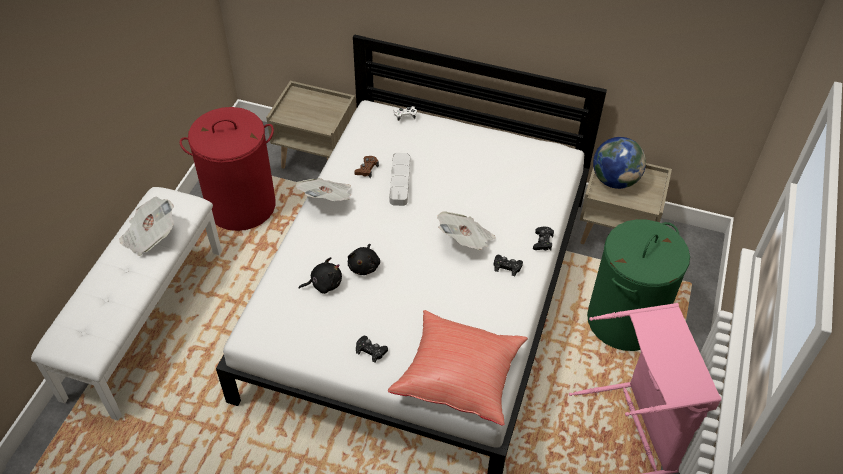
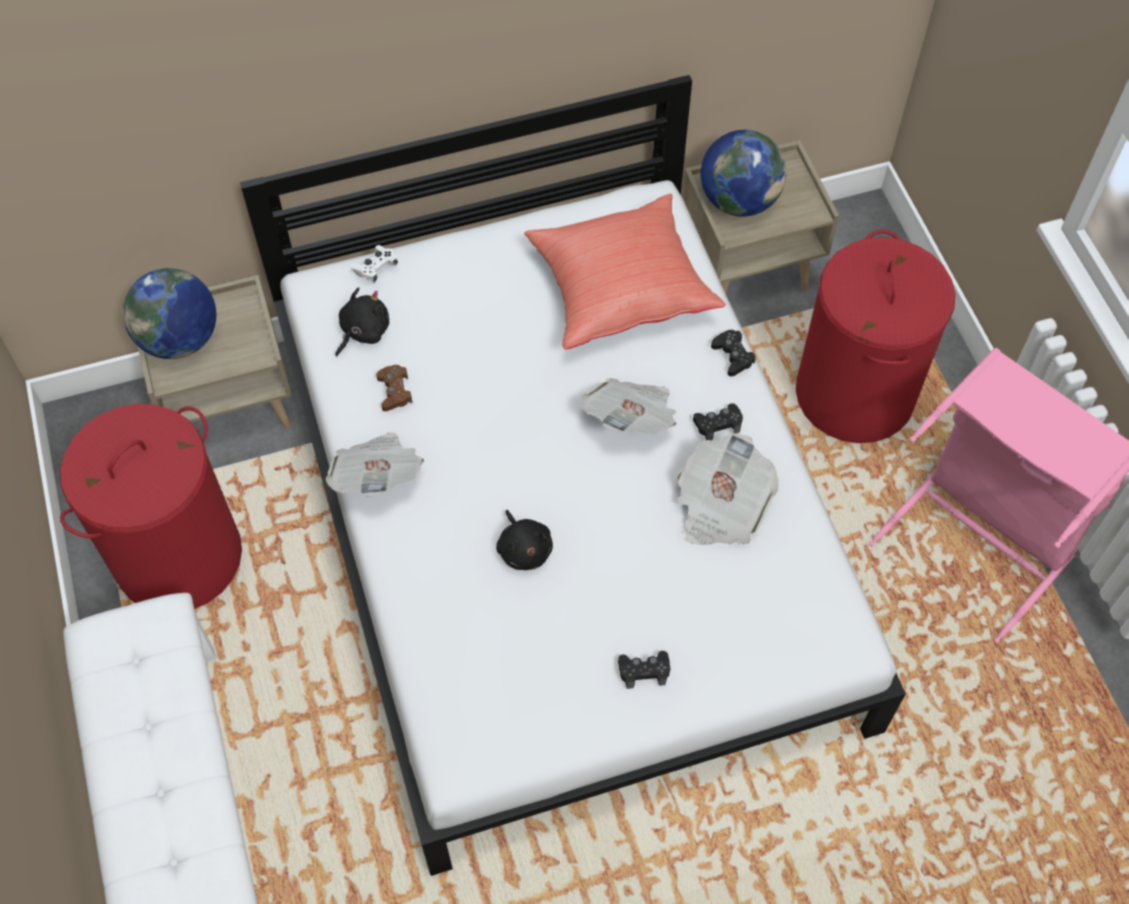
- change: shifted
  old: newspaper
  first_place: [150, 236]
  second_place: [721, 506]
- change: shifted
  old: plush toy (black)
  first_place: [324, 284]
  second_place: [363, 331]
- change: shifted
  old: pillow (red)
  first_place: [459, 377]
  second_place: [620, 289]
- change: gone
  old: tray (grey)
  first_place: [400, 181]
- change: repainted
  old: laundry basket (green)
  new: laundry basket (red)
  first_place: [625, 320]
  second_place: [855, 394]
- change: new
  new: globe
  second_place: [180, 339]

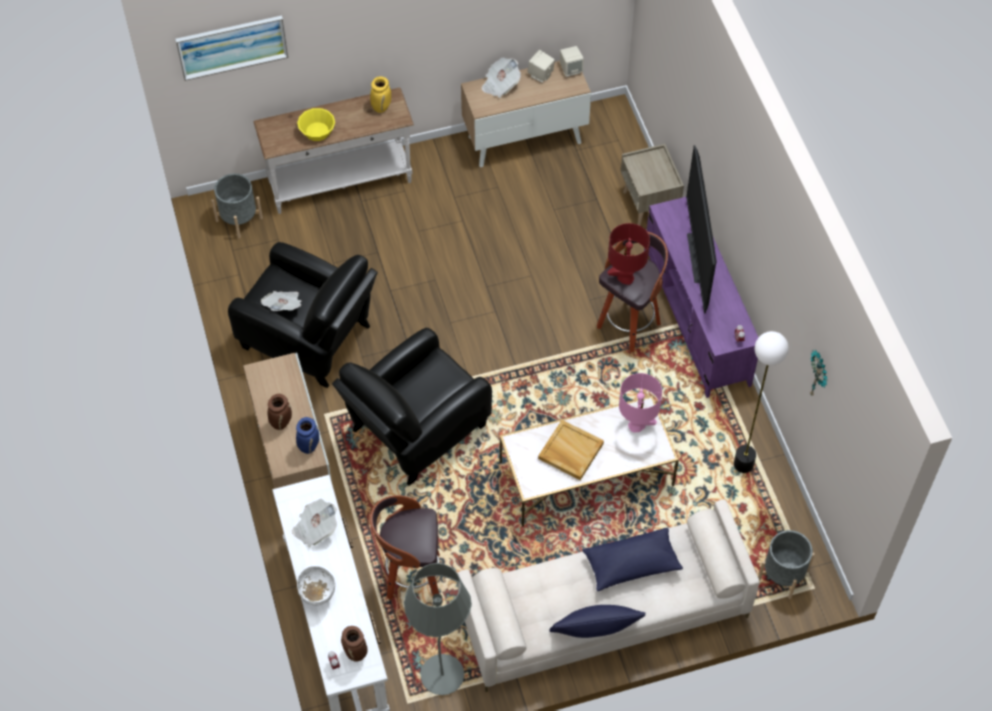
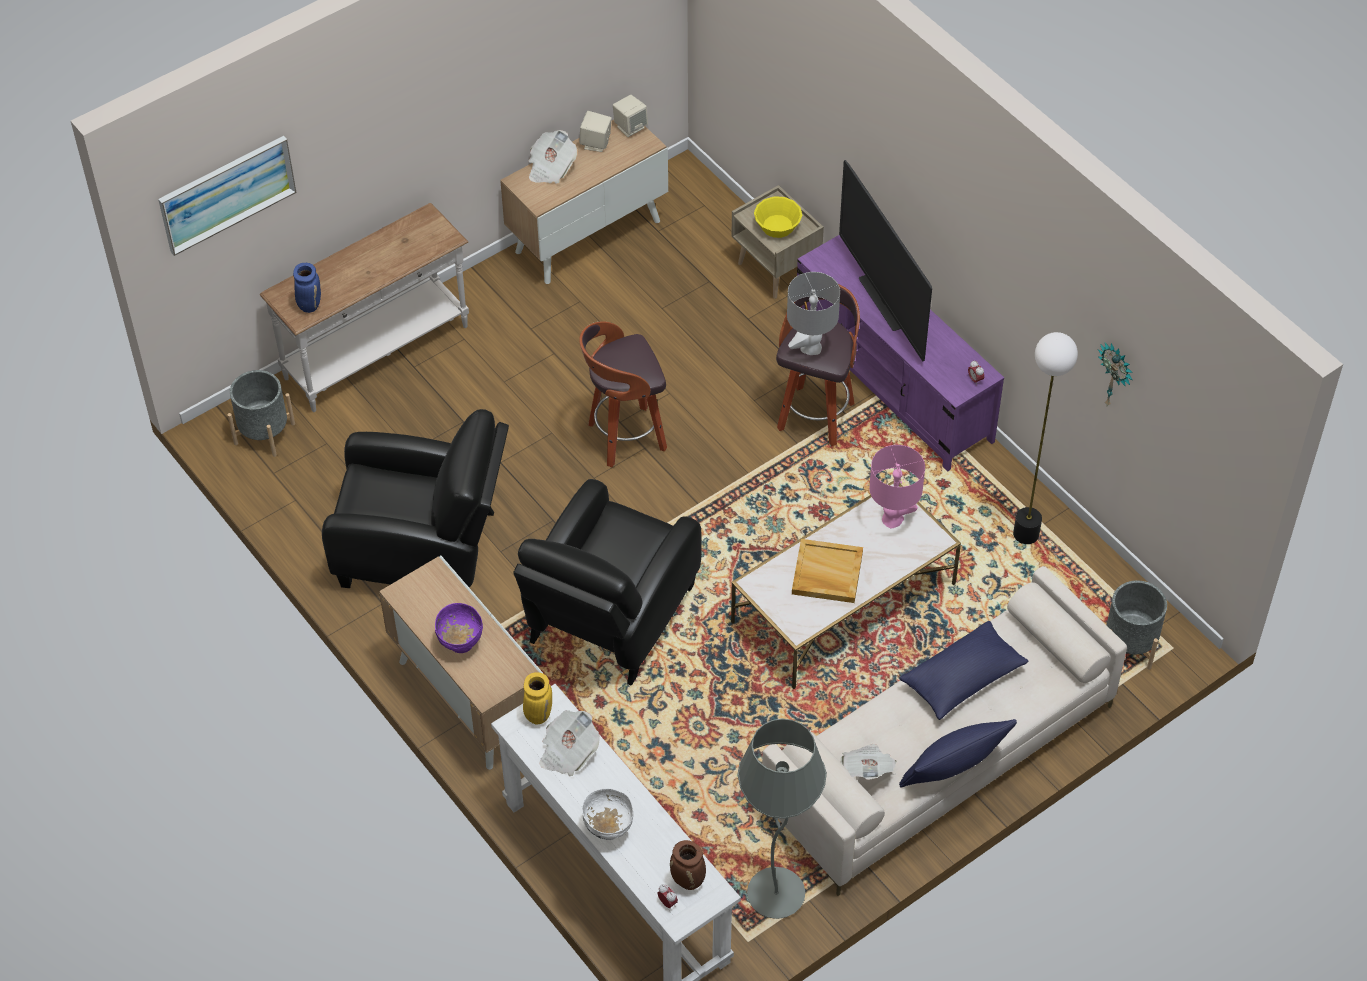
- change: shifted
  old: newspaper
  first_place: [284, 306]
  second_place: [866, 770]
- change: swapped
  old: vase (brown)
  new: bowl (purple)
  first_place: [281, 422]
  second_place: [460, 643]
- change: shifted
  old: vase (blue)
  first_place: [309, 445]
  second_place: [309, 304]
- change: shifted
  old: bowl (yellow)
  first_place: [317, 131]
  second_place: [777, 226]
- change: shifted
  old: vase (yellow)
  first_place: [381, 107]
  second_place: [538, 714]
- change: shifted
  old: stool
  first_place: [411, 576]
  second_place: [625, 438]
- change: repainted
  old: table lamp (red)
  new: table lamp (grey)
  first_place: [625, 278]
  second_place: [811, 348]

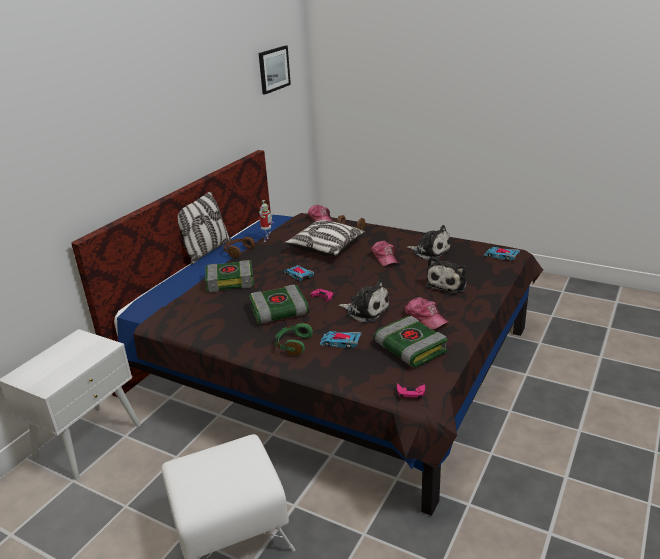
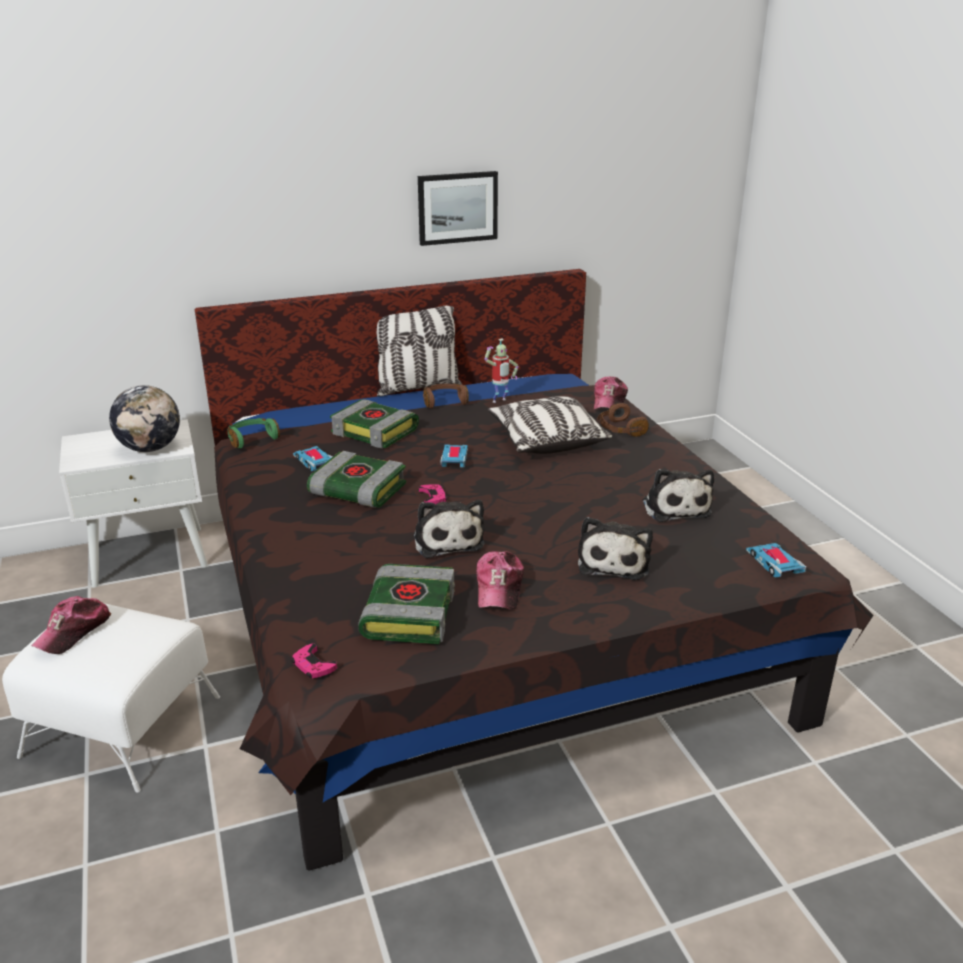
- change: shifted
  old: picture
  first_place: [273, 69]
  second_place: [457, 207]
- change: shifted
  old: headphones (green)
  first_place: [293, 344]
  second_place: [252, 439]
- change: shifted
  old: toy car
  first_place: [340, 342]
  second_place: [314, 462]
- change: shifted
  old: cap
  first_place: [386, 258]
  second_place: [73, 631]
- change: rotated
  old: plush toy
  first_place: [448, 284]
  second_place: [614, 561]
  degrees: -60
- change: new
  new: globe
  second_place: [150, 448]

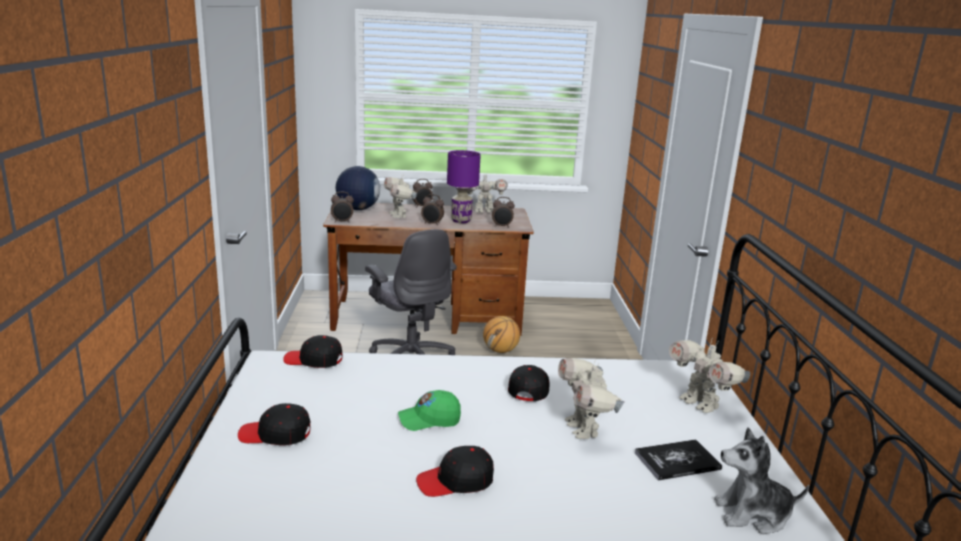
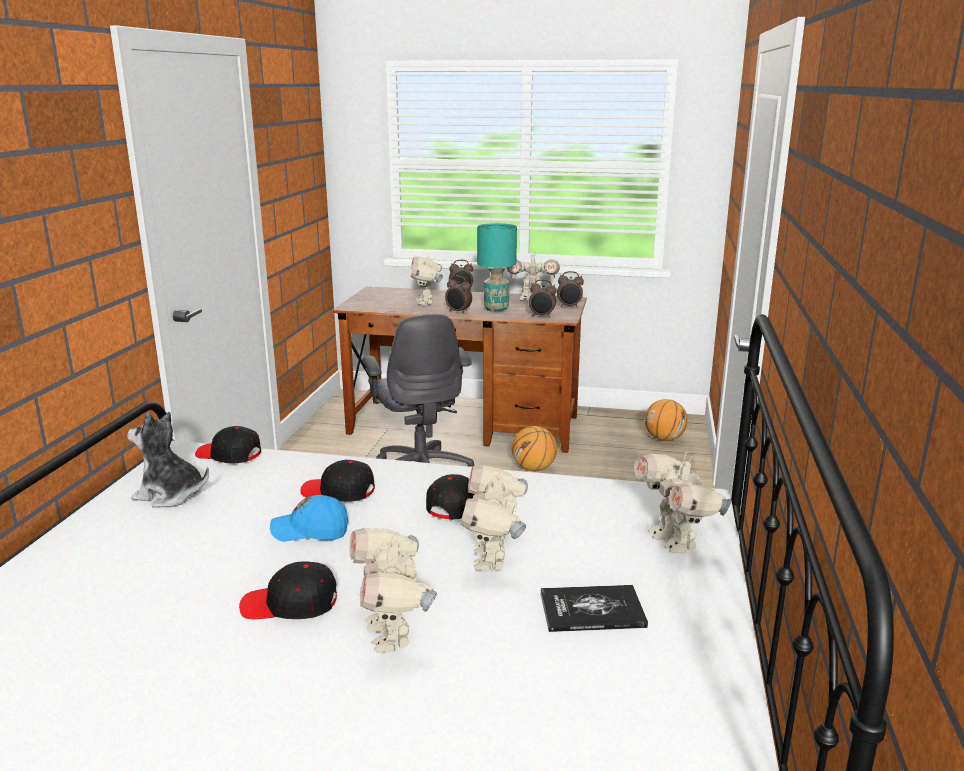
- change: shifted
  old: cap (black)
  first_place: [275, 434]
  second_place: [338, 492]
- change: shifted
  old: alarm clock
  first_place: [342, 222]
  second_place: [569, 306]
- change: gone
  old: globe
  first_place: [358, 209]
- change: repainted
  old: cap (green)
  new: cap (blue)
  first_place: [429, 420]
  second_place: [310, 531]
- change: repainted
  old: table lamp (purple)
  new: table lamp (turquoise)
  first_place: [461, 221]
  second_place: [497, 309]
- change: shifted
  old: plush toy
  first_place: [753, 515]
  second_place: [170, 495]
- change: new
  new: toy robot
  second_place: [392, 634]
- change: new
  new: basketball
  second_place: [664, 439]

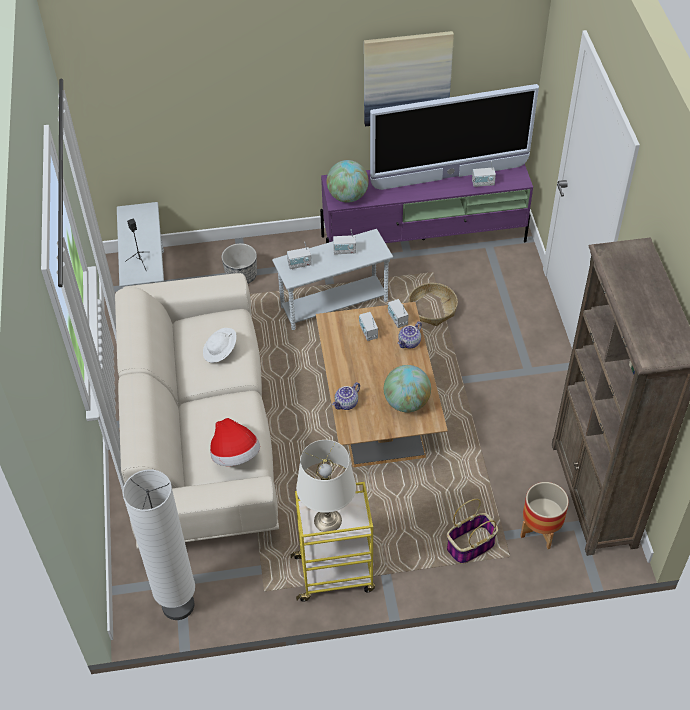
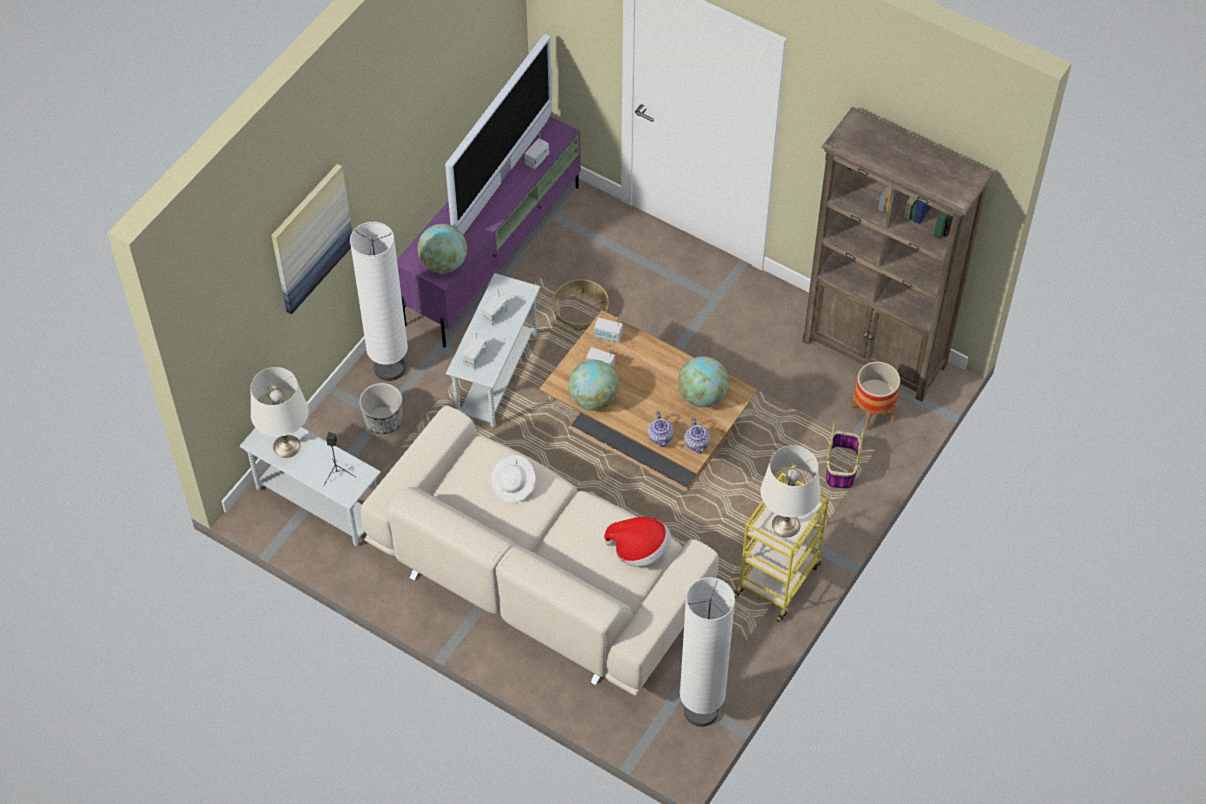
- change: shifted
  old: picture
  first_place: [407, 78]
  second_place: [310, 238]
- change: shifted
  old: teapot
  first_place: [409, 343]
  second_place: [697, 443]
- change: new
  new: table lamp (white)
  second_place: [287, 446]
- change: new
  new: floor lamp (white)
  second_place: [389, 368]
- change: new
  new: globe
  second_place: [593, 399]

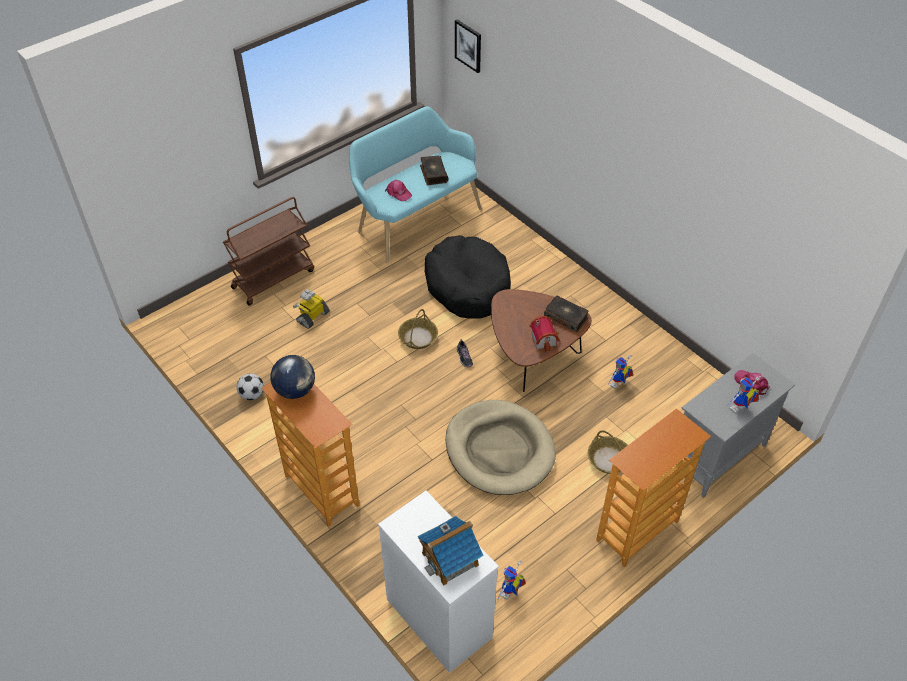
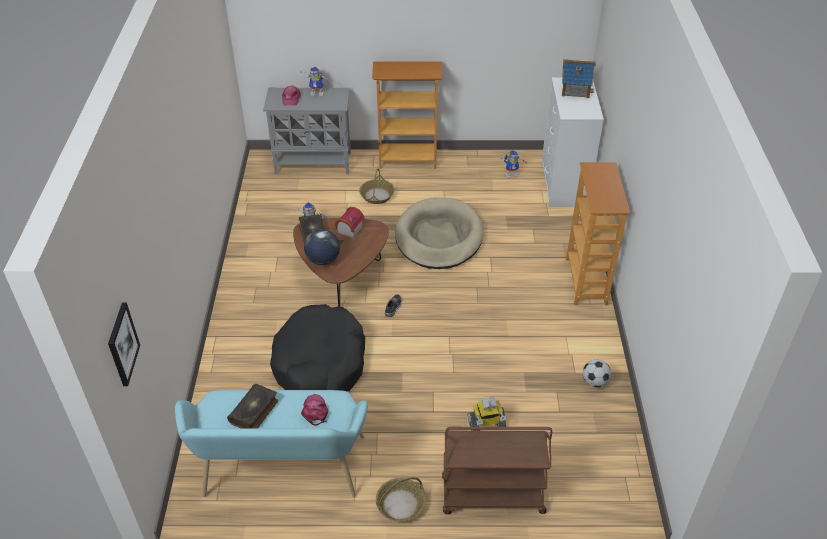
- change: shifted
  old: globe
  first_place: [295, 390]
  second_place: [323, 260]
- change: shifted
  old: basket
  first_place: [418, 337]
  second_place: [400, 505]

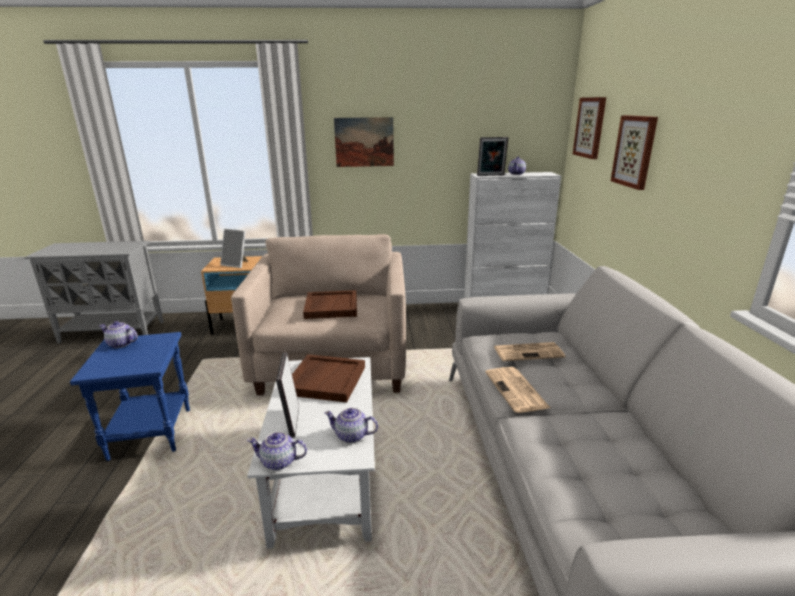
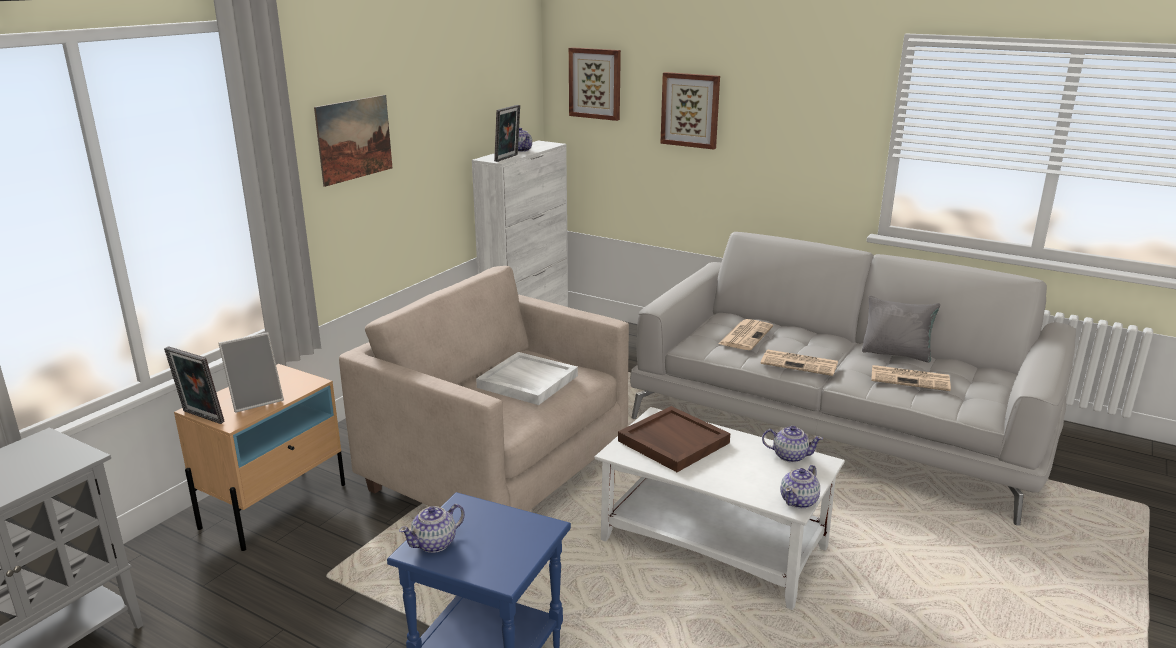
- change: shifted
  old: picture frame
  first_place: [291, 422]
  second_place: [200, 418]
- change: repainted
  old: tray (brown)
  new: tray (white)
  first_place: [331, 307]
  second_place: [526, 381]
- change: rotated
  old: teapot
  first_place: [352, 436]
  second_place: [789, 456]
  degrees: -120
- change: new
  new: pillow (grey)
  second_place: [896, 354]
- change: new
  new: newspaper
  second_place: [911, 379]

